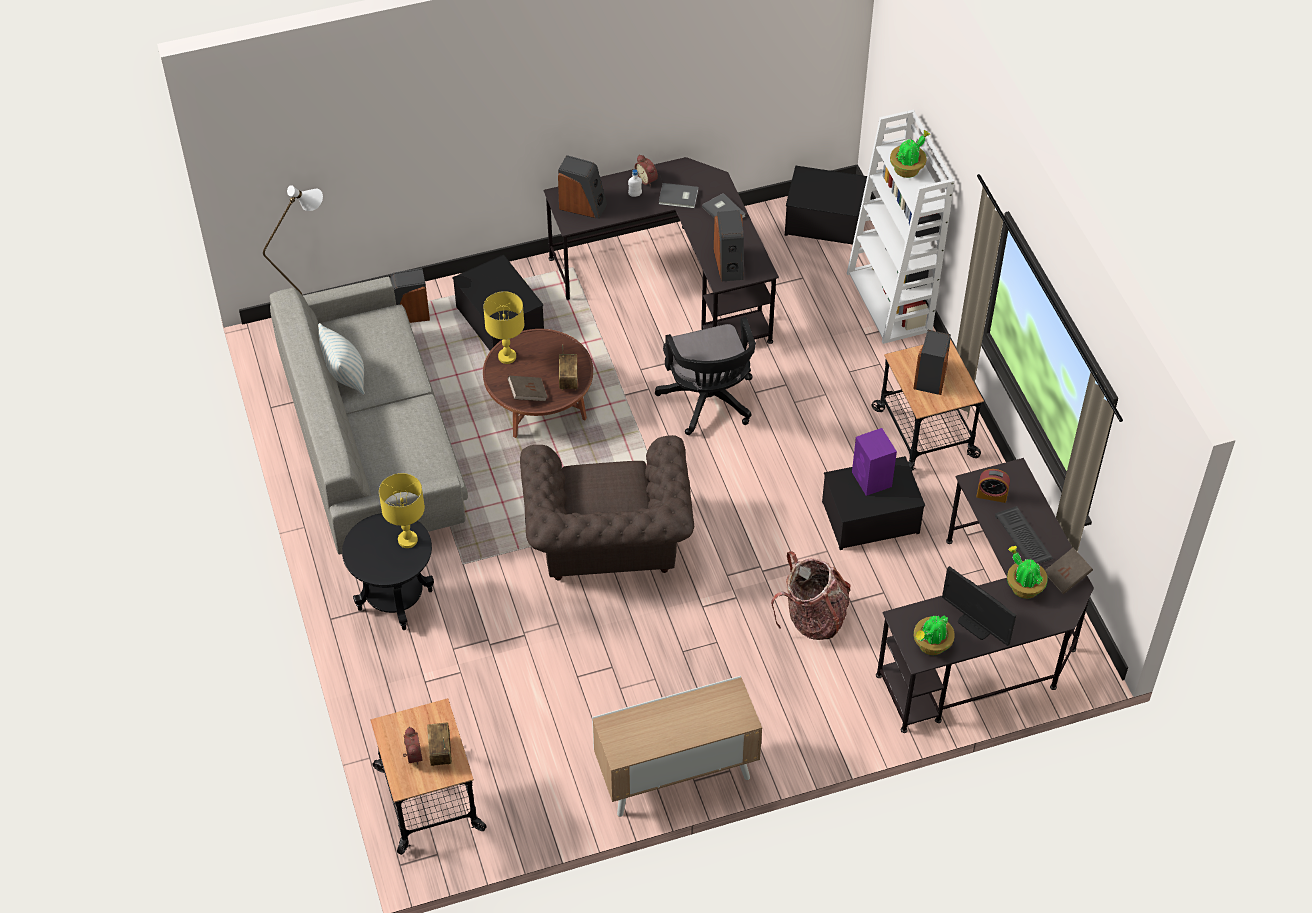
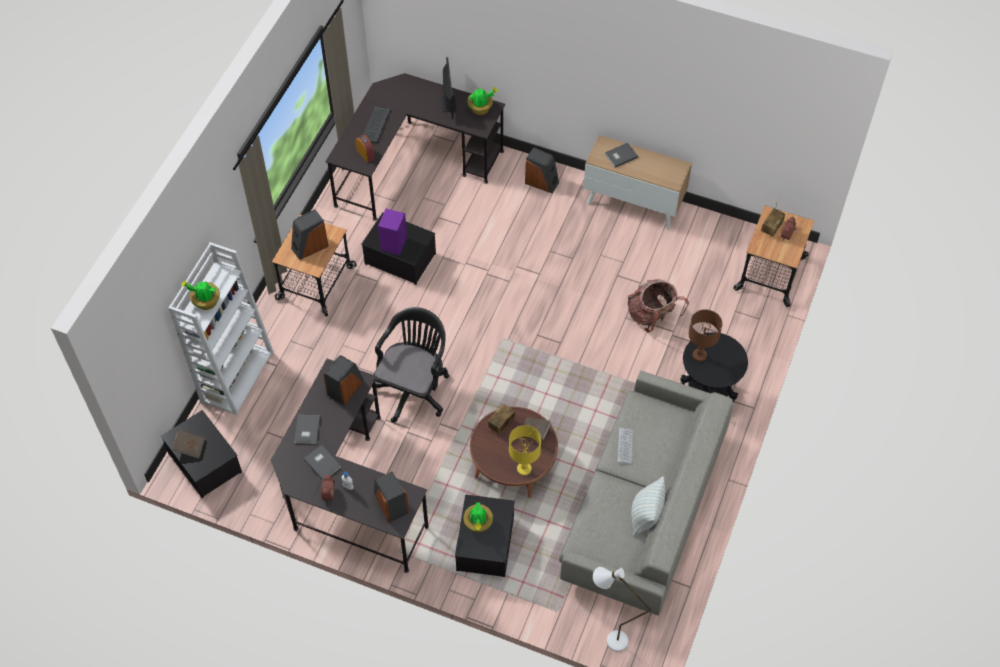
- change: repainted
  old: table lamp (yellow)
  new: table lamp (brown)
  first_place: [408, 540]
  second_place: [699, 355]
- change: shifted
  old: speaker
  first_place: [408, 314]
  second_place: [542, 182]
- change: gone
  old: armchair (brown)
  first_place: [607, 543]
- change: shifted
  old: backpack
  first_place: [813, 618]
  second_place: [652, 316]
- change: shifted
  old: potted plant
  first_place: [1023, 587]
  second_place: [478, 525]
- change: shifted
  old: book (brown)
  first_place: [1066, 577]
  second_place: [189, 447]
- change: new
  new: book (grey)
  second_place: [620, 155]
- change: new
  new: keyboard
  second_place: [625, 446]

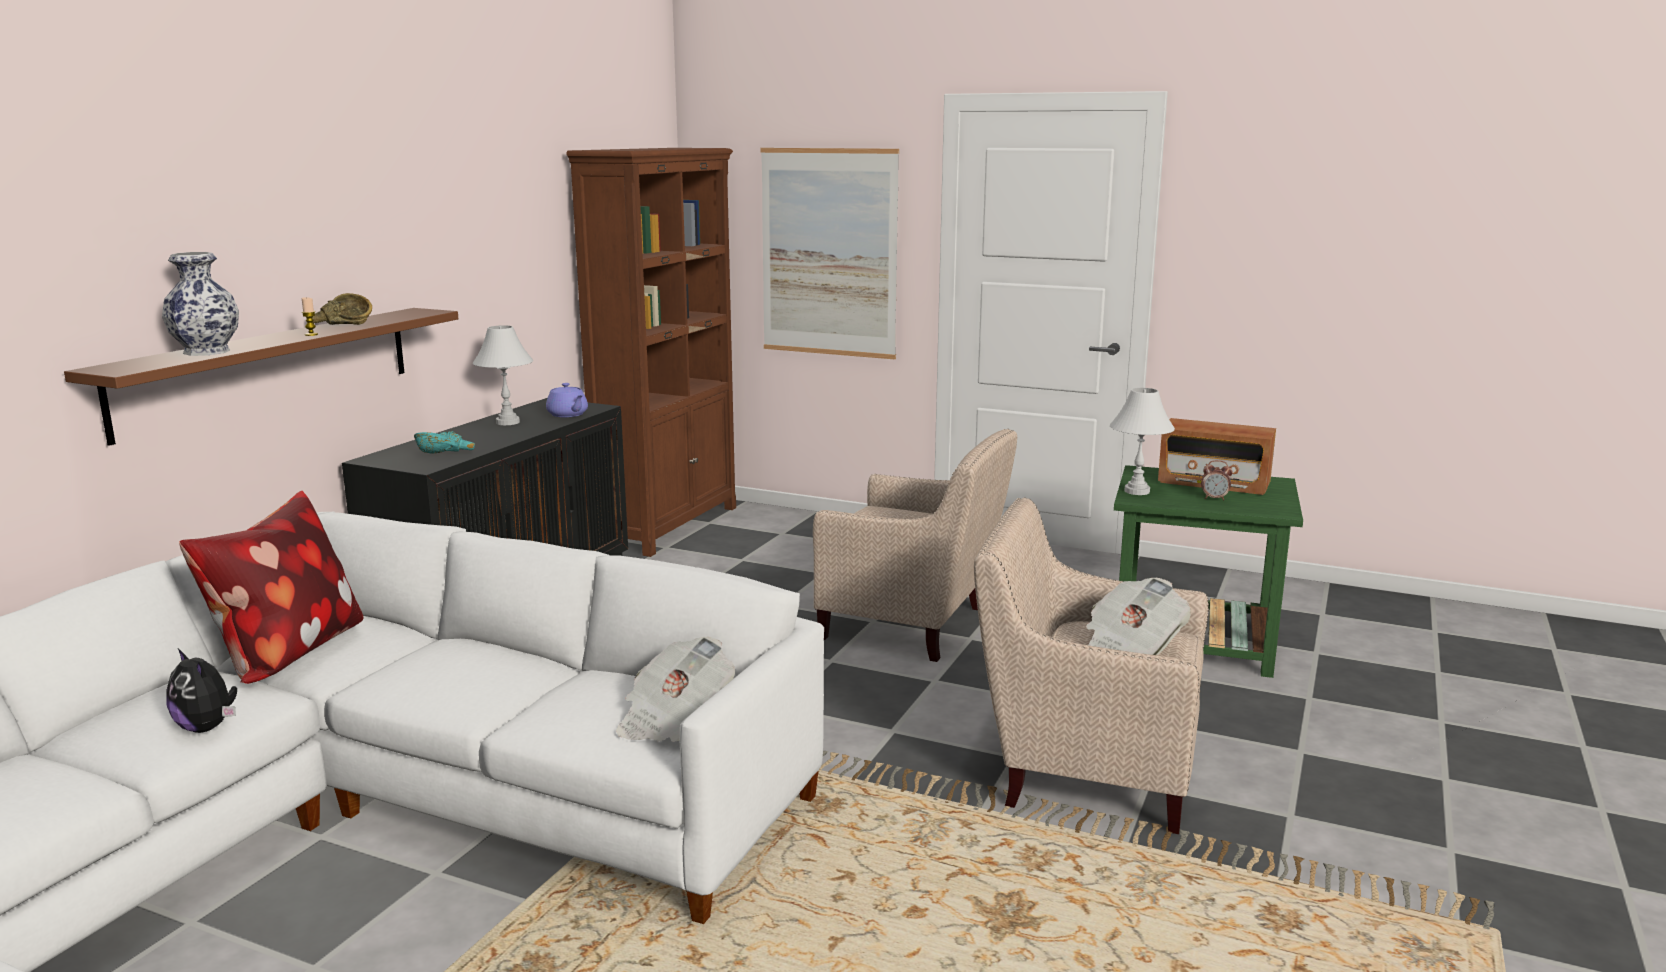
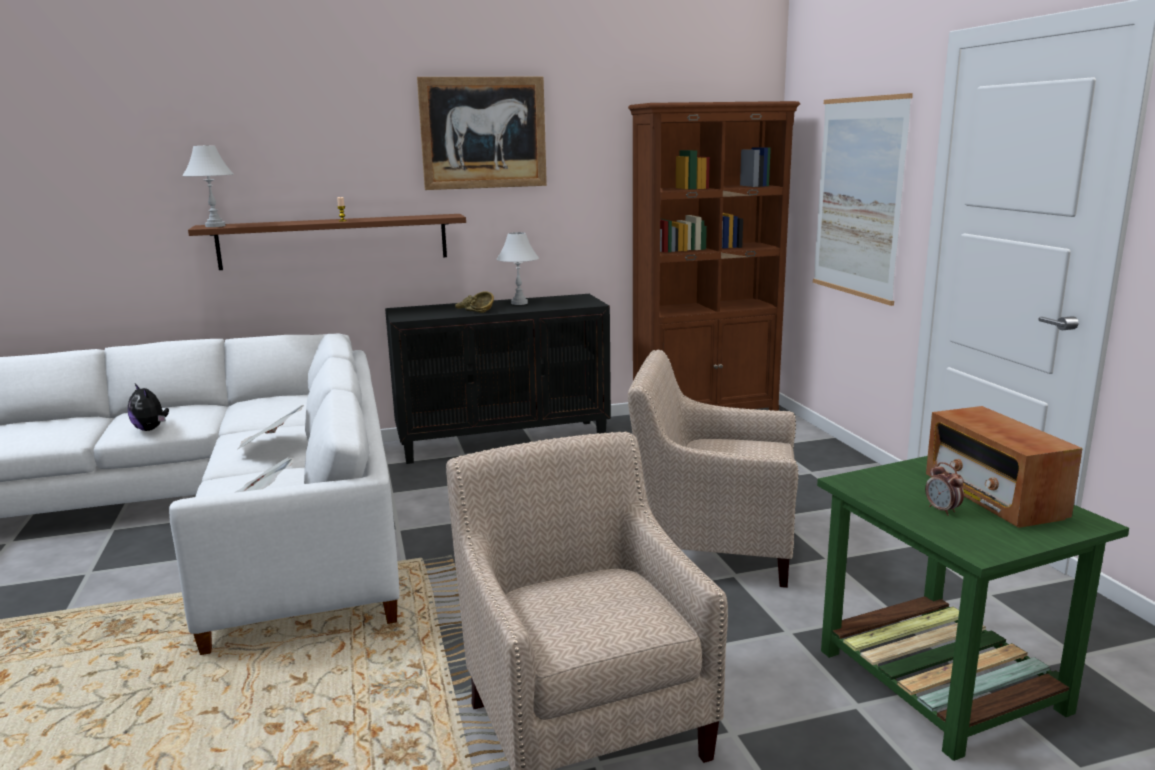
- change: gone
  old: vase
  first_place: [205, 352]
- change: rotated
  old: plush toy
  first_place: [207, 727]
  second_place: [151, 429]
  degrees: -45
- change: gone
  old: pillow
  first_place: [286, 654]
- change: shifted
  old: bowl (brown)
  first_place: [342, 324]
  second_place: [474, 311]
- change: gone
  old: bowl (turquoise)
  first_place: [446, 454]
- change: gone
  old: teapot (purple)
  first_place: [568, 415]
- change: rotated
  old: armchair (beige)
  first_place: [914, 626]
  second_place: [713, 546]
  degrees: 120
- change: shifted
  old: newspaper
  first_place: [1130, 648]
  second_place: [271, 446]
- change: shifted
  old: table lamp (white)
  first_place: [1136, 491]
  second_place: [215, 226]
- change: new
  new: picture
  second_place: [483, 133]

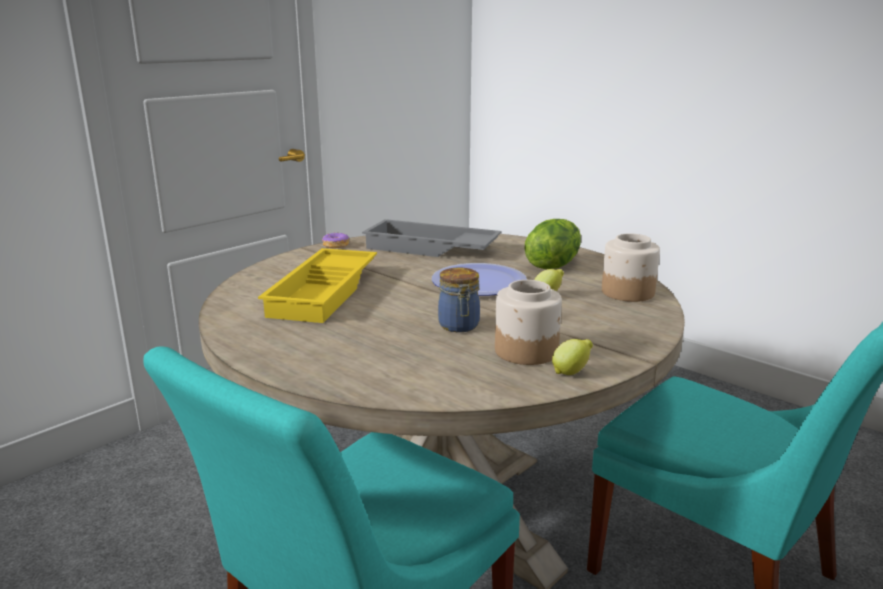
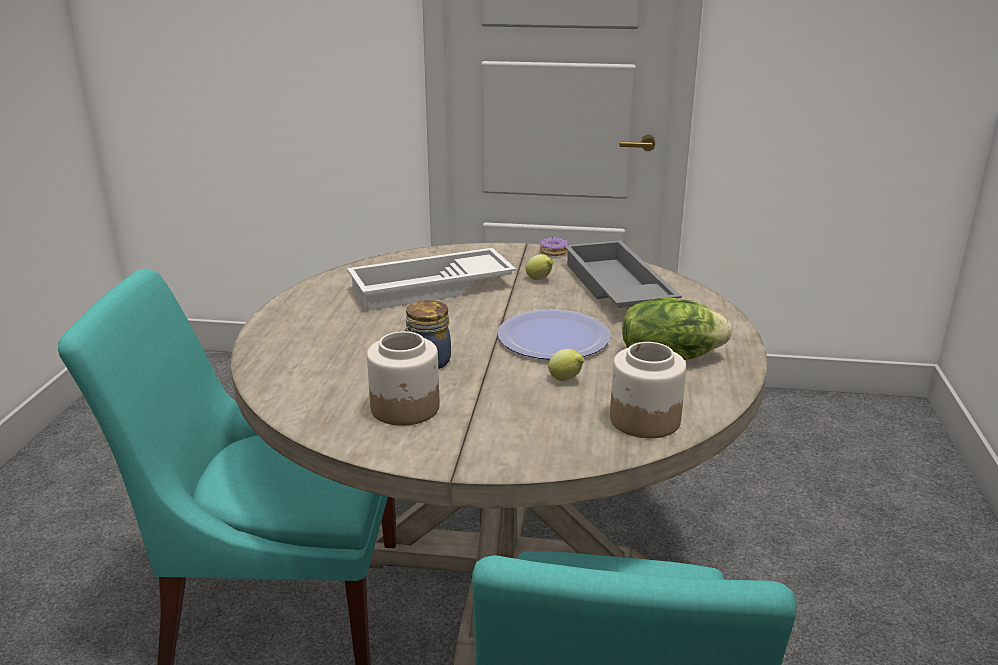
- change: repainted
  old: tray (yellow)
  new: tray (white)
  first_place: [325, 293]
  second_place: [431, 289]
- change: shifted
  old: lemon
  first_place: [571, 372]
  second_place: [539, 279]

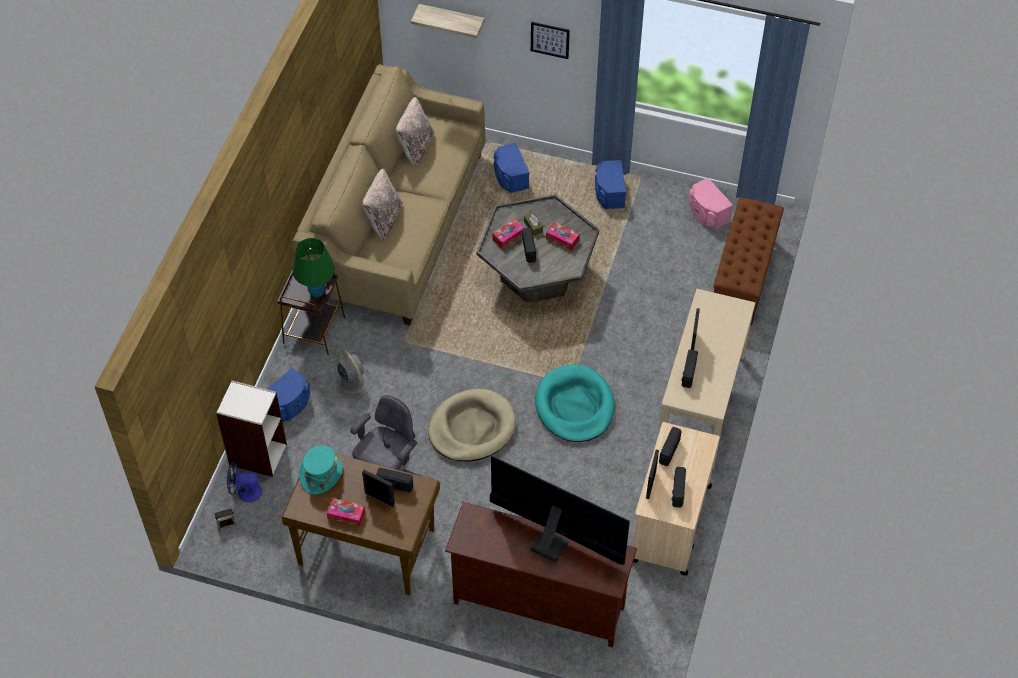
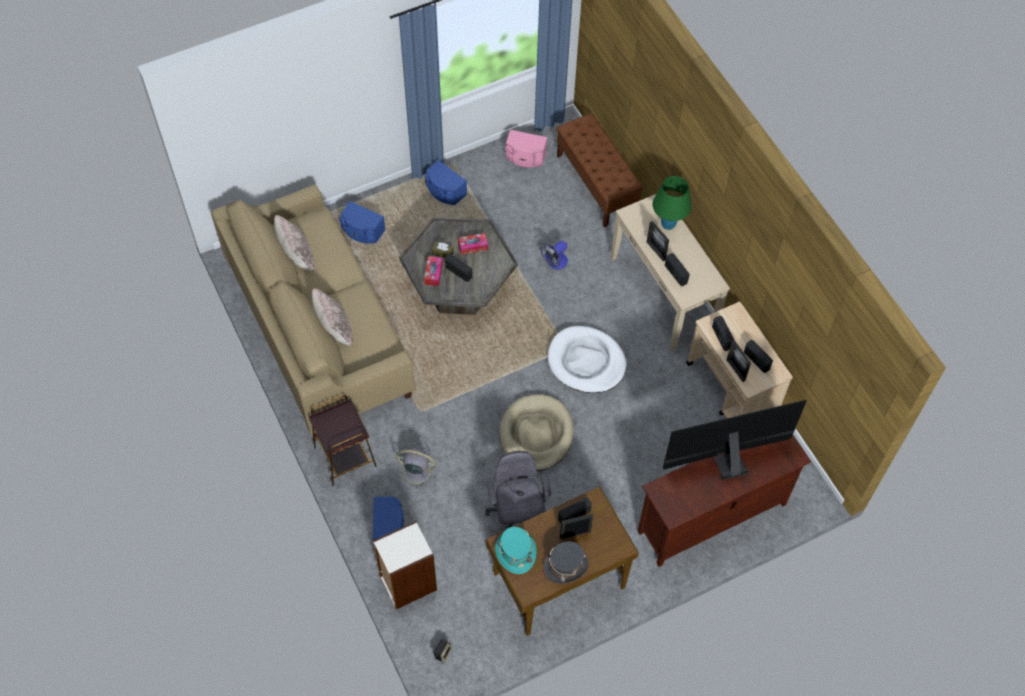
- change: shifted
  old: fan
  first_place: [245, 492]
  second_place: [555, 263]
- change: shifted
  old: table lamp (green)
  first_place: [316, 291]
  second_place: [668, 224]
- change: swapped
  old: tissue box
  new: hat (grey)
  first_place: [346, 515]
  second_place: [566, 566]
- change: gone
  old: shelf
  first_place: [452, 20]
- change: gone
  old: picture
  first_place: [550, 40]
- change: repainted
  old: dog bed (turquoise)
  new: dog bed (white)
  first_place: [574, 406]
  second_place: [586, 362]

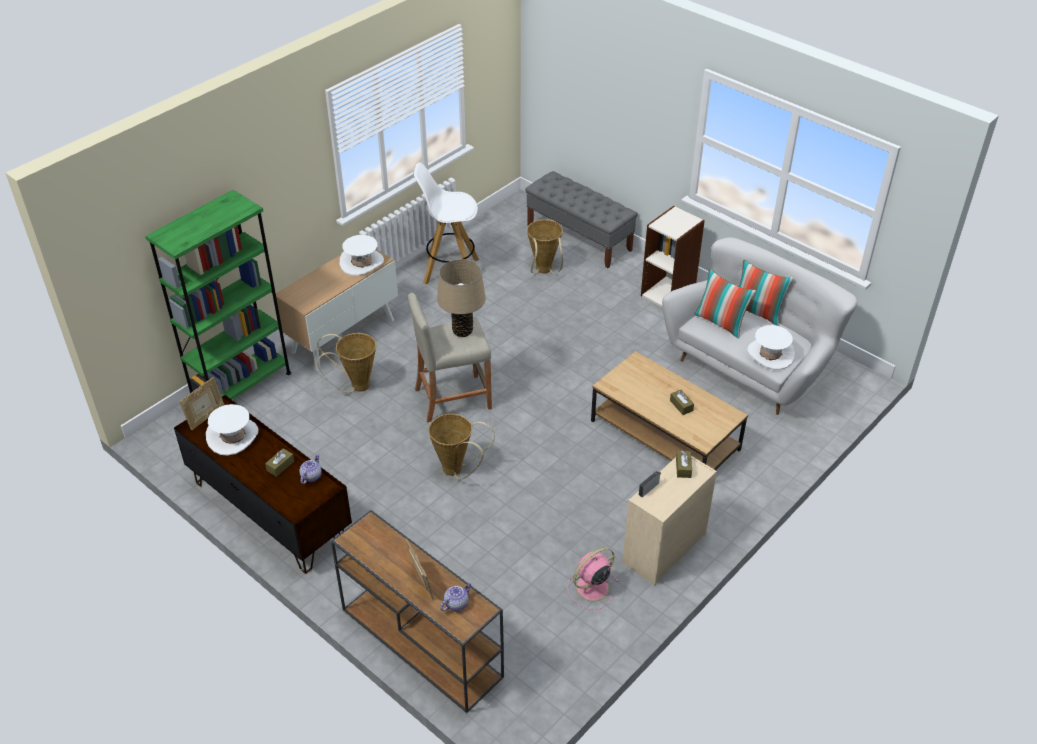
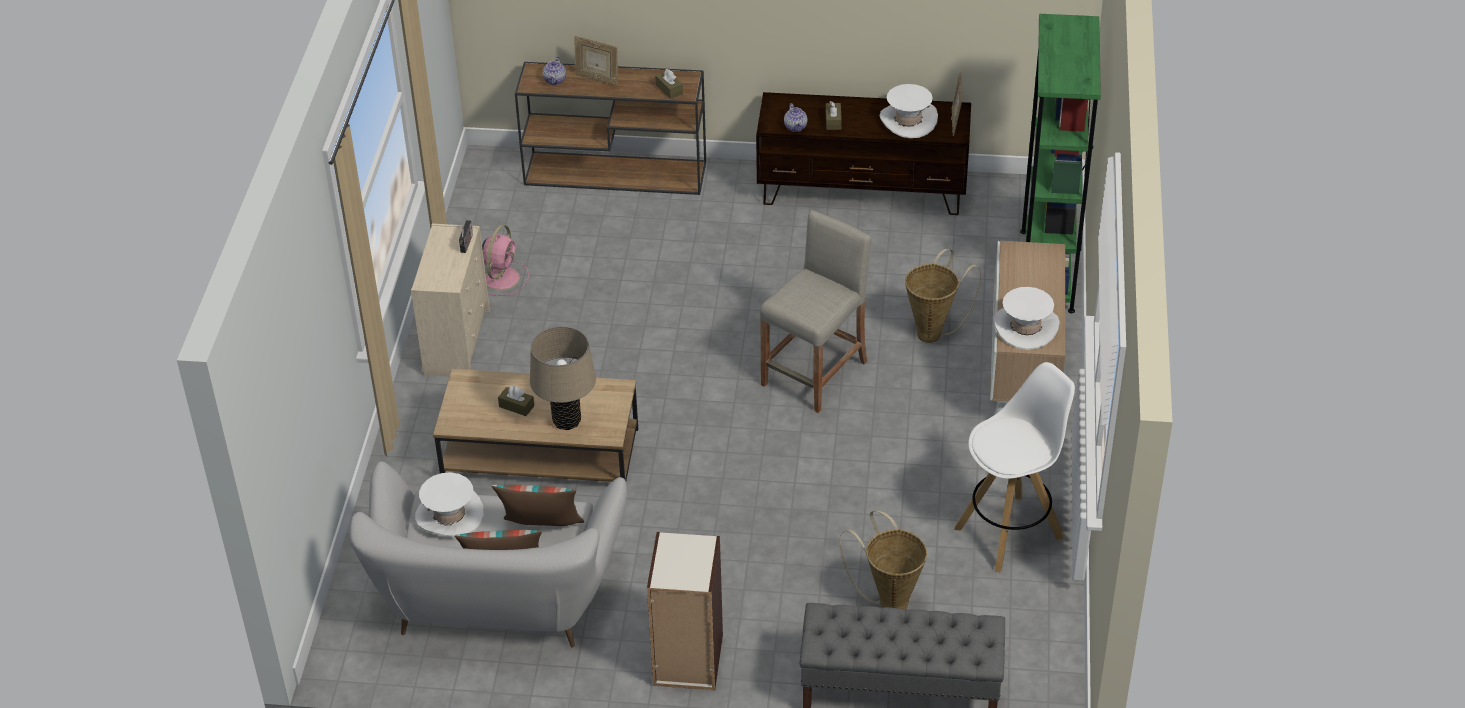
- change: gone
  old: basket
  first_place: [457, 470]
- change: shifted
  old: table lamp (beige)
  first_place: [462, 331]
  second_place: [567, 421]
- change: shifted
  old: tissue box (brown)
  first_place: [683, 468]
  second_place: [669, 89]

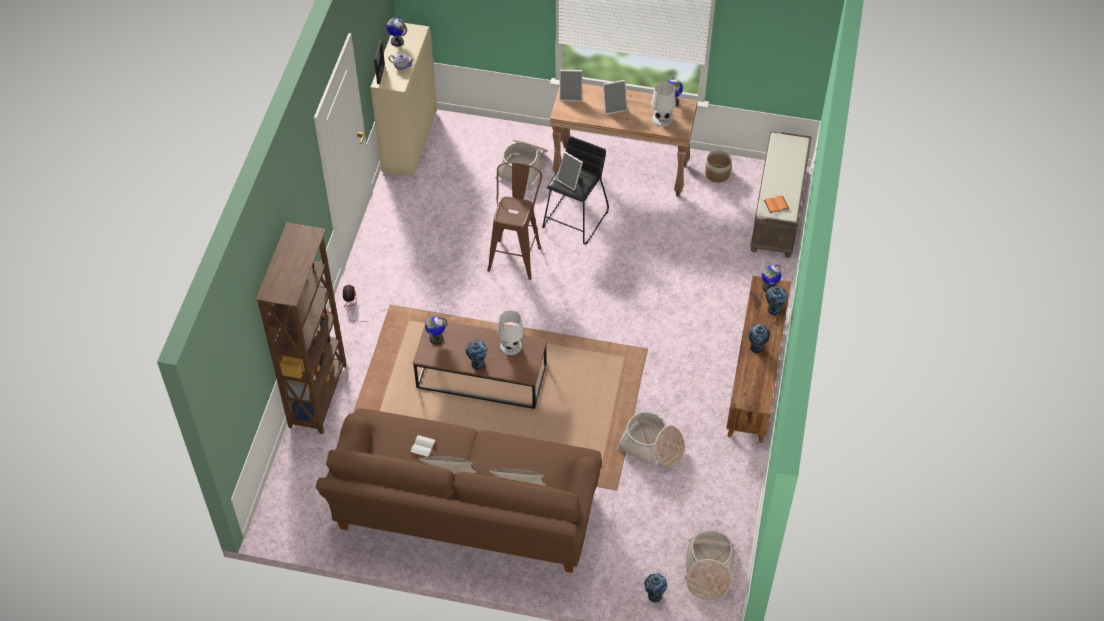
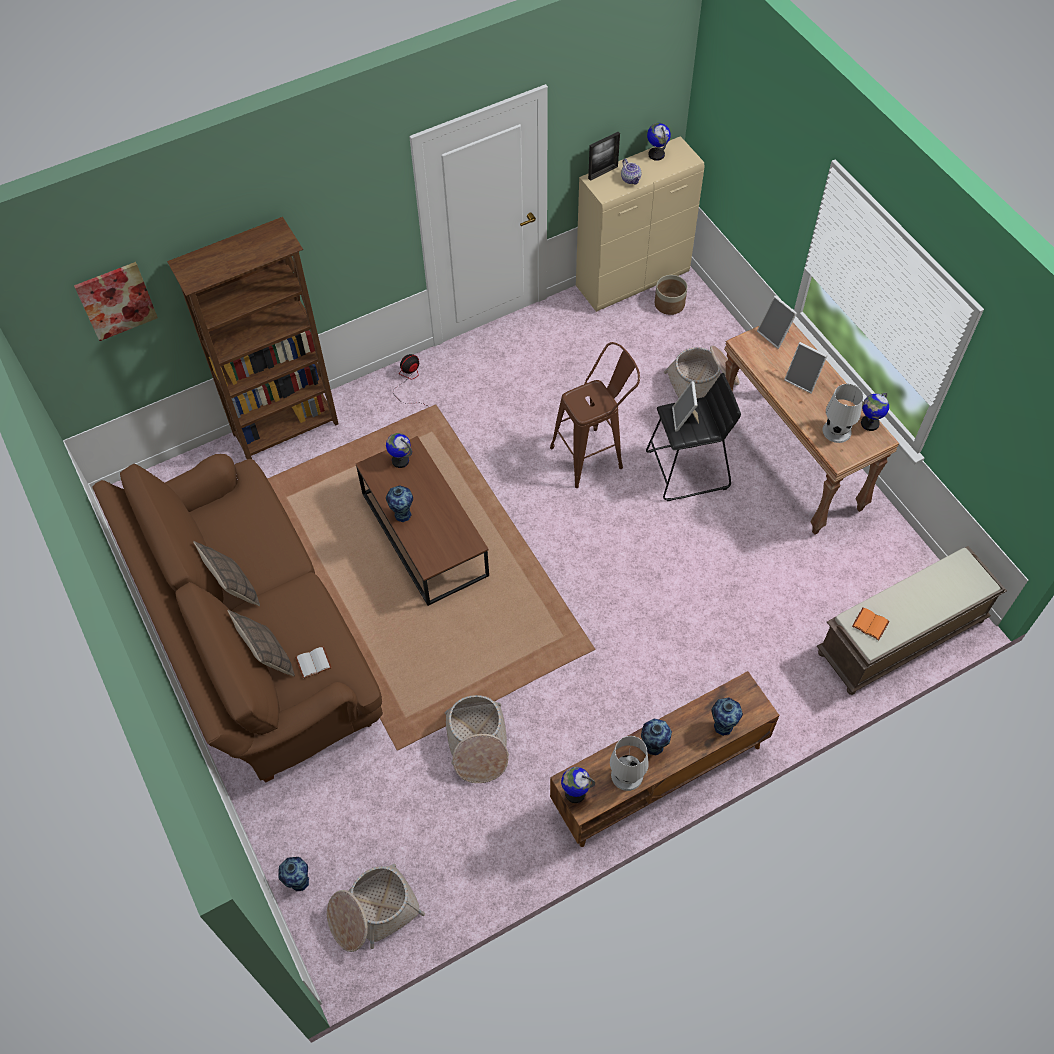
- change: shifted
  old: book (white)
  first_place: [422, 446]
  second_place: [313, 662]
- change: shifted
  old: table lamp (white)
  first_place: [511, 346]
  second_place: [627, 775]
- change: shifted
  old: planter
  first_place: [717, 173]
  second_place: [669, 304]
- change: shifted
  old: globe
  first_place: [769, 288]
  second_place: [575, 793]
- change: new
  new: picture
  second_place: [116, 300]

